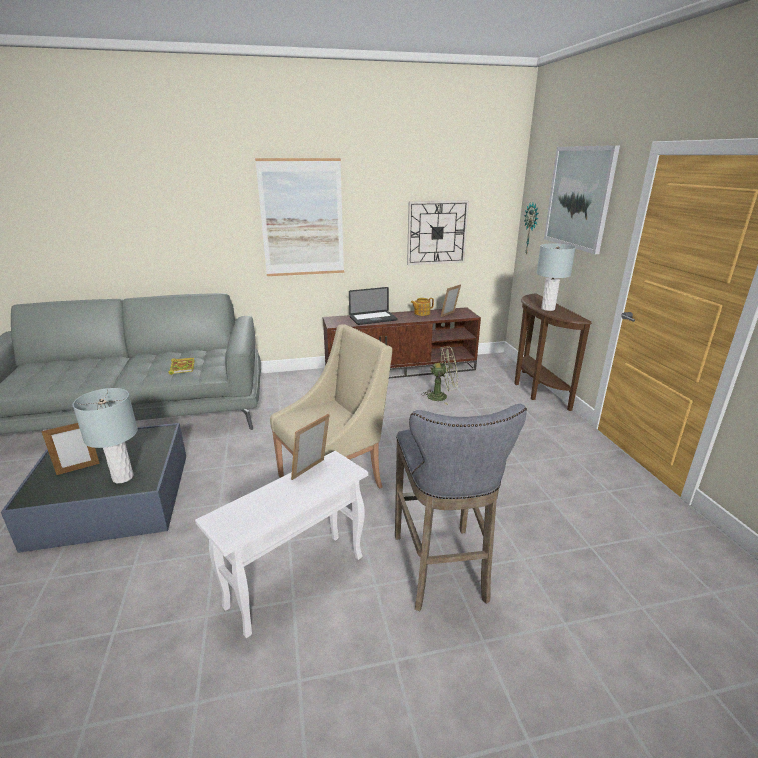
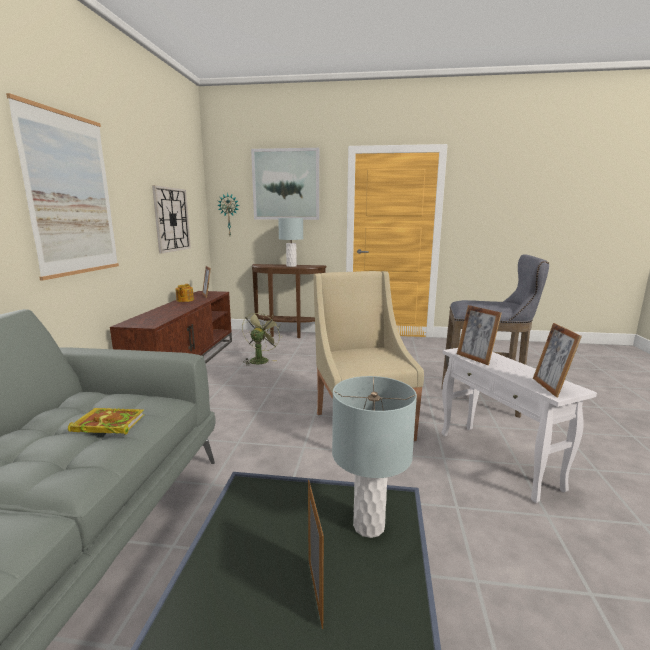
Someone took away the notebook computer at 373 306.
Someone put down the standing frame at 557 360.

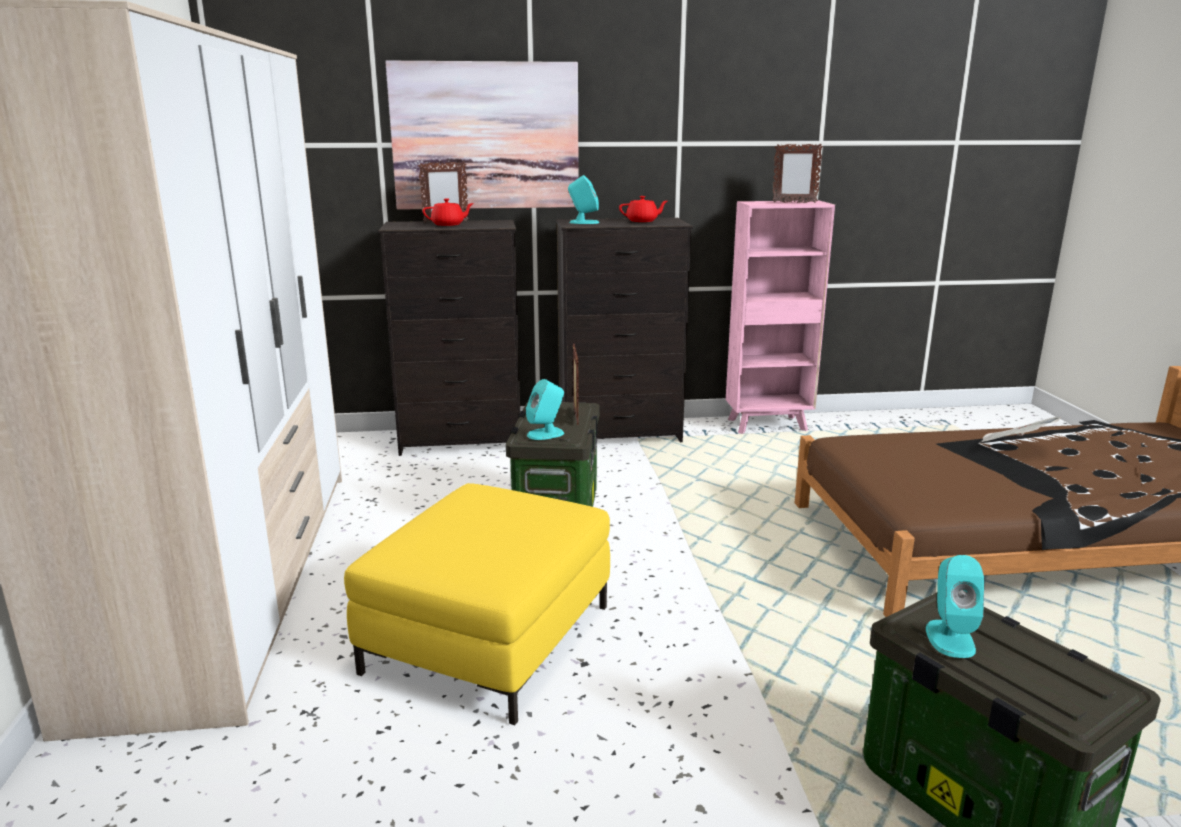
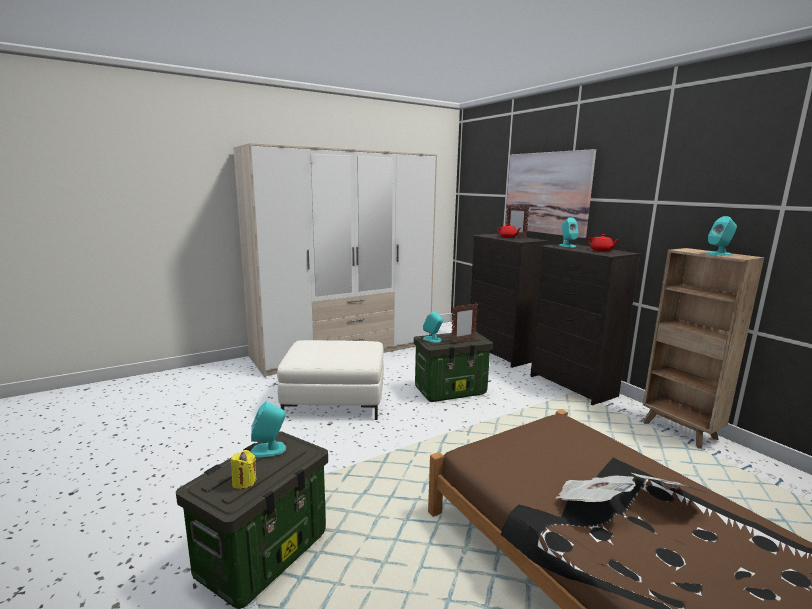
Someone repainted the yellow-coloured ottoman at 477 604, which became the whitish ottoman at 330 380.
Someone repainted the pink bookcase at 780 317, which became the brown-coloured bookcase at 703 348.
Someone swapped the standing frame at 797 173 for the blue-green audio speaker at 721 236.
Someone put down the yellow-coloured candle at 243 469.
Someone put down the newspaper at 595 488.

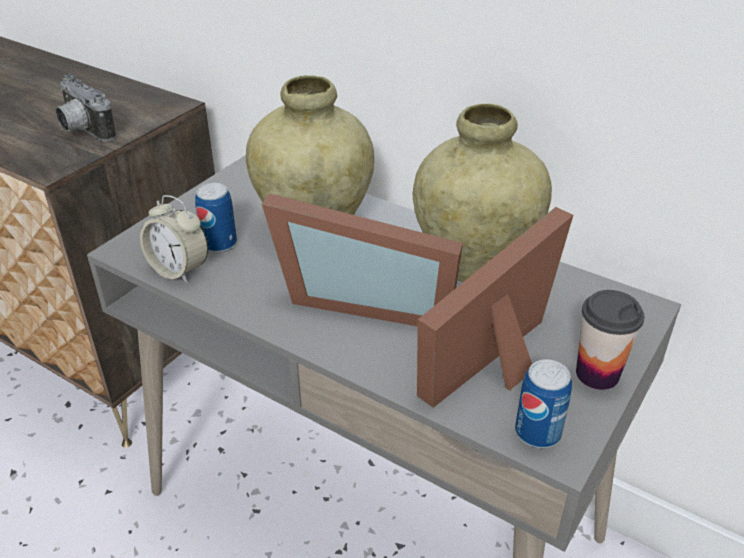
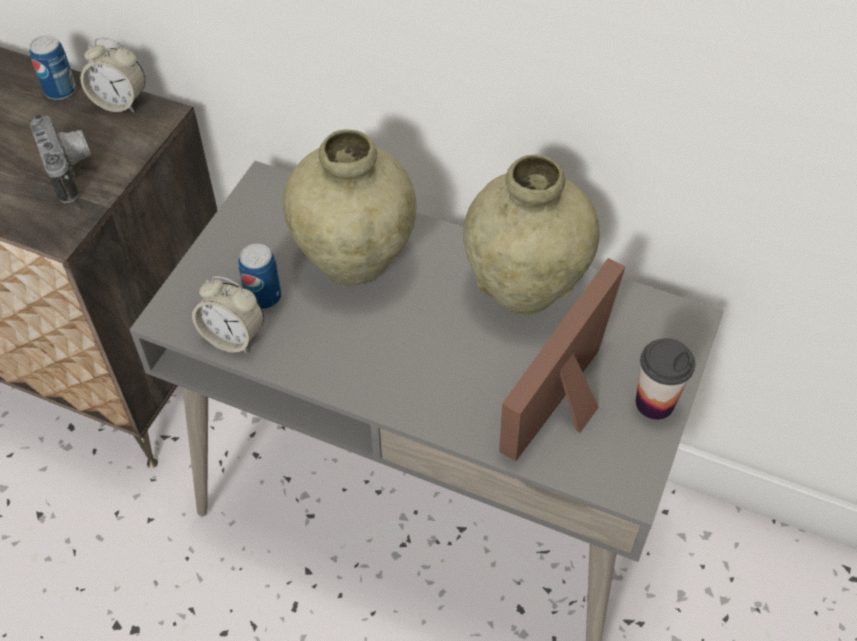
Someone rotated the photo camera at 86 108 by 150 degrees counterclockwise.
Someone took away the standing frame at 362 259.
Someone carried the metal can from 543 403 to 52 67.
Someone put down the bedside clock at 112 75.

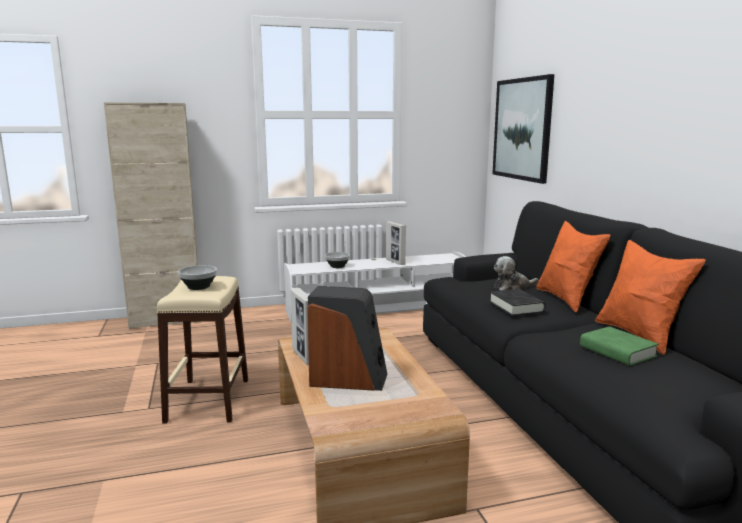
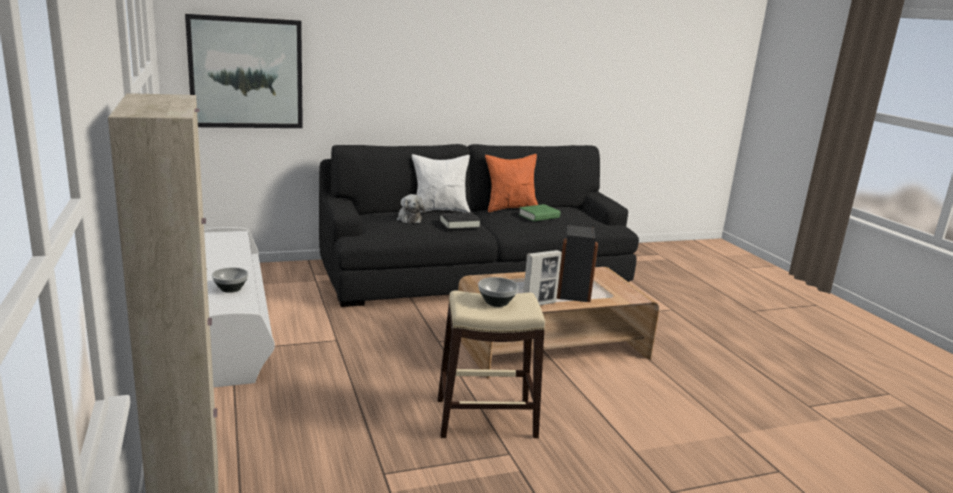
Someone took away the standing frame at 396 243.
Someone repainted the orange pillow at 573 267, which became the whitish pillow at 441 183.

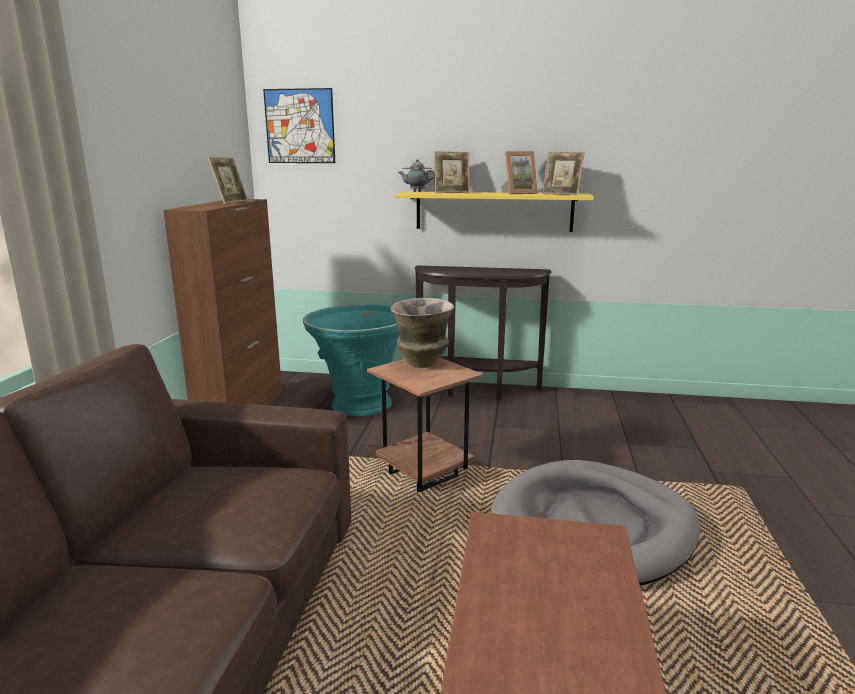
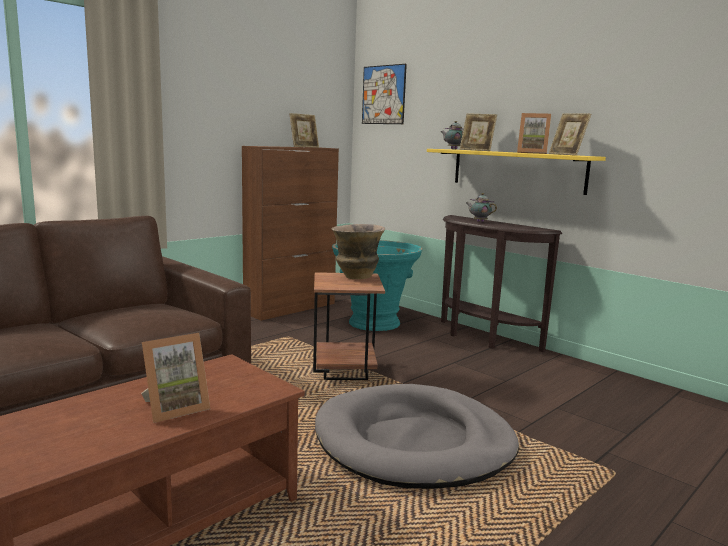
Someone put down the standing frame at 175 378.
Someone put down the teapot at 481 207.

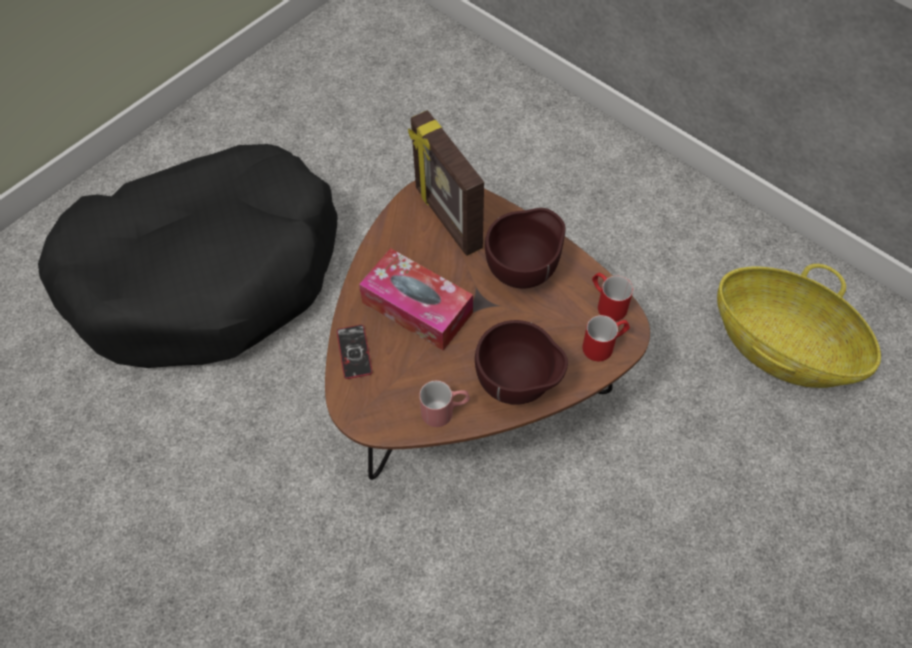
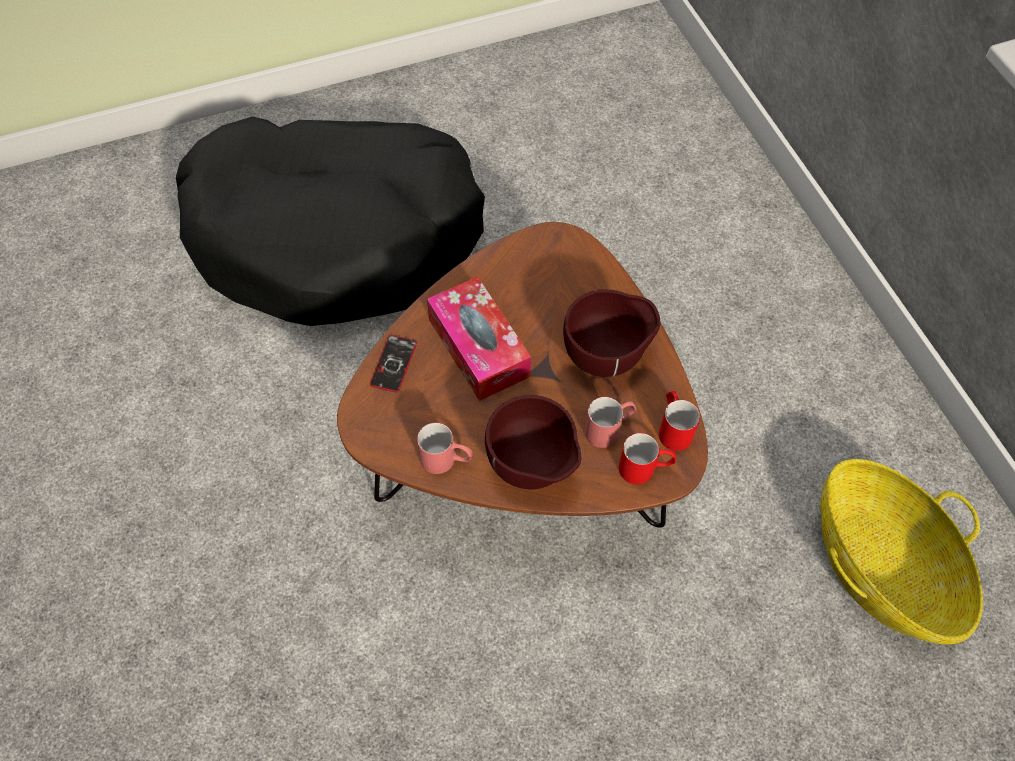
Someone took away the standing frame at 446 183.
Someone put down the reddish mug at 610 422.

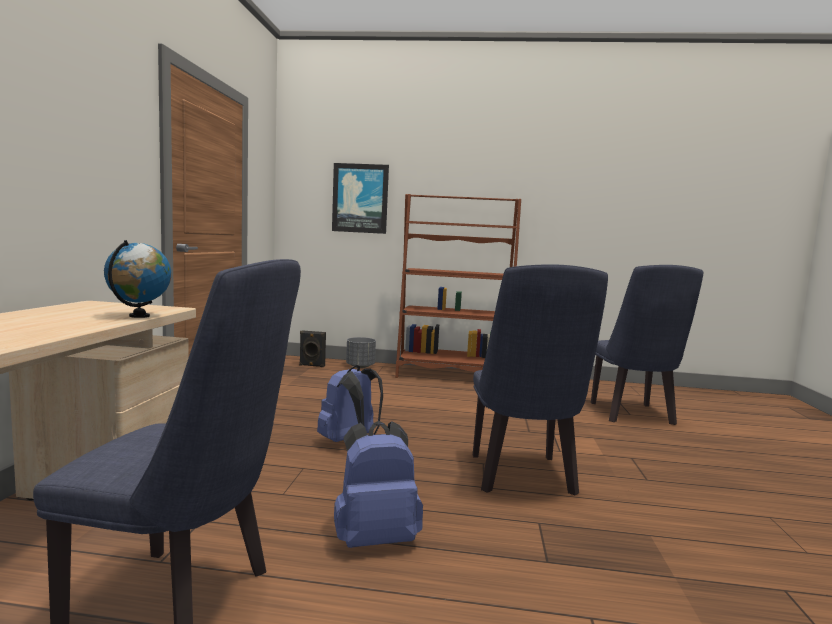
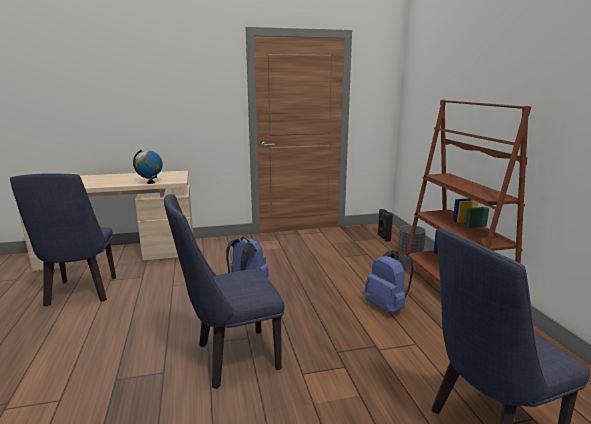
Someone took away the wall art at 360 198.
Someone carried the bluish rucksack from 378 484 to 389 281.

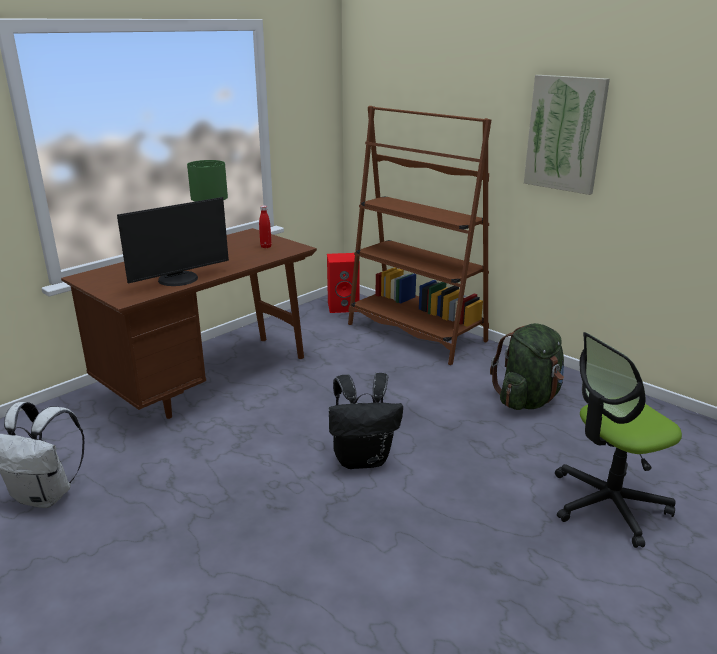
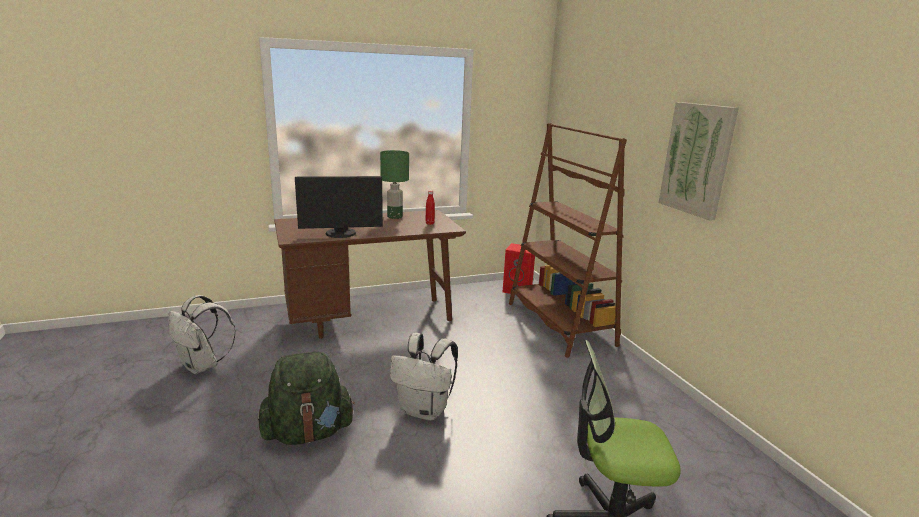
Someone repainted the black-coloured rucksack at 366 421, which became the whitish rucksack at 424 376.
Someone carried the greenish rucksack from 527 366 to 306 398.

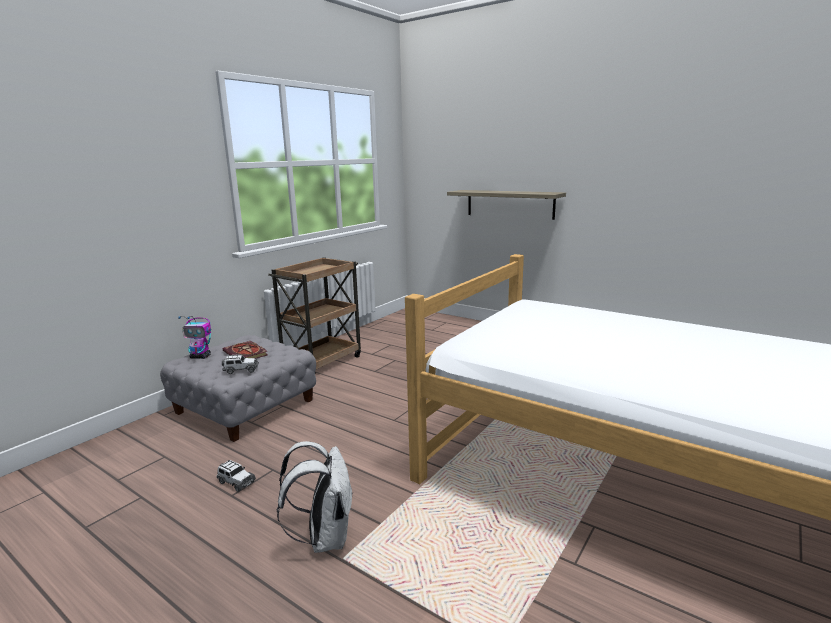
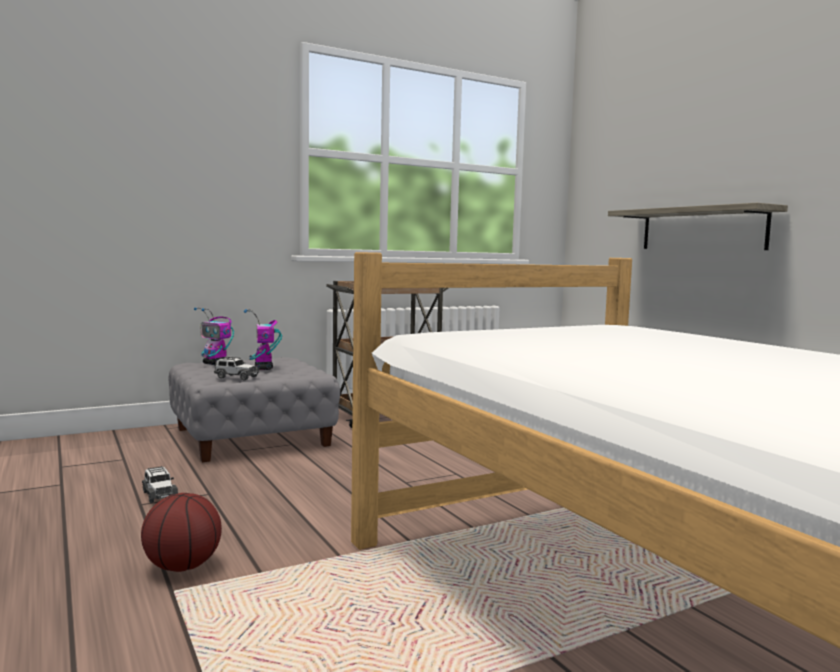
Someone swapped the bound book at 245 349 for the robot figure at 263 339.
Someone swapped the whitish rucksack at 315 497 for the ball for basketball at 181 532.

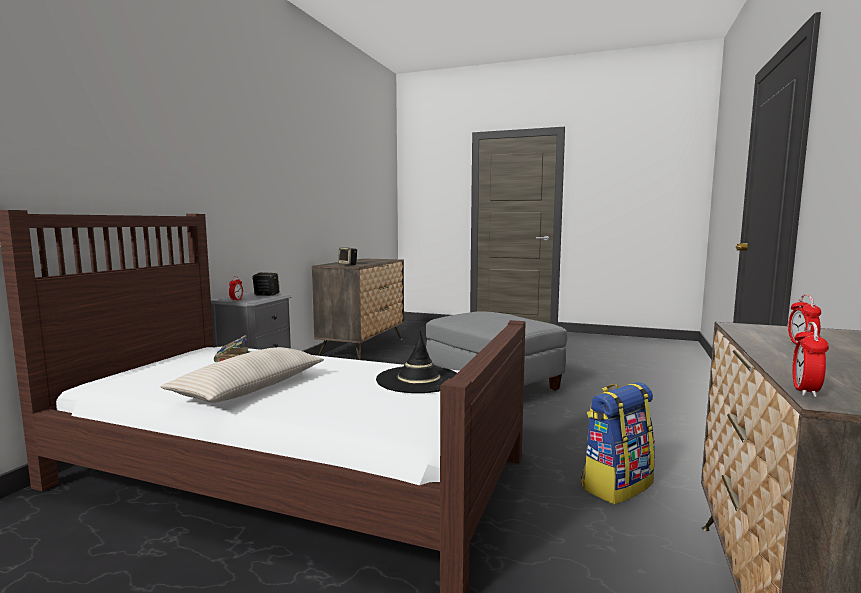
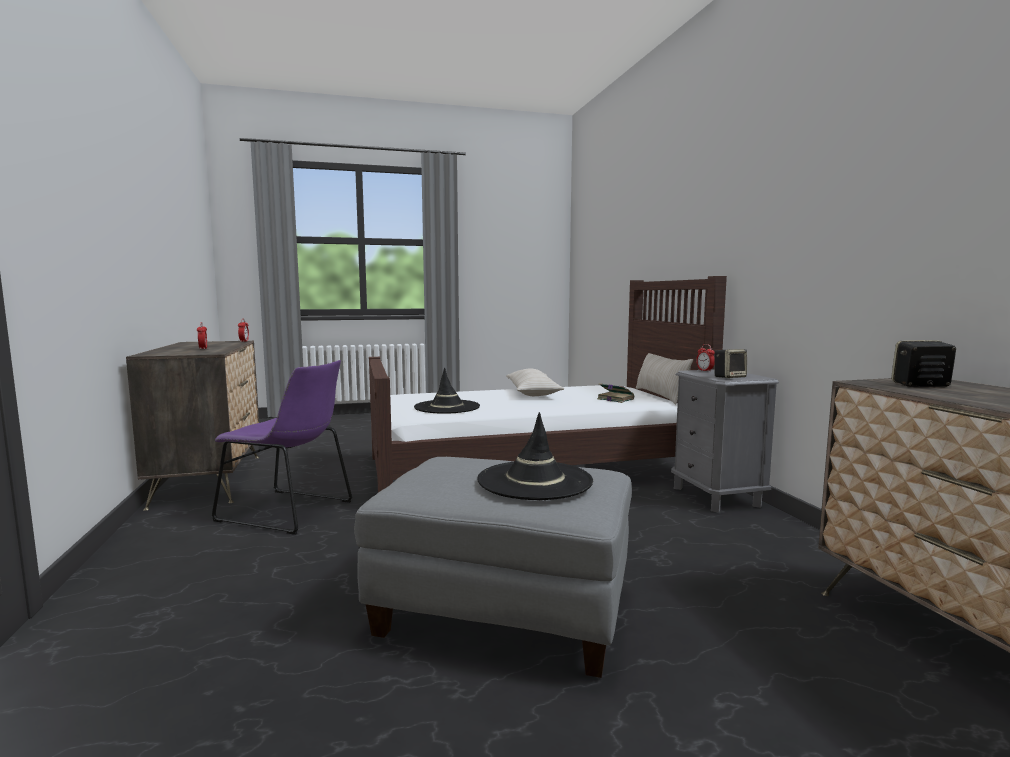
Someone swapped the rucksack at 618 443 for the purple-coloured plain chair at 281 447.
Someone put down the black-coloured hat at 535 456.
Someone put down the sand-coloured pillow at 664 378.

